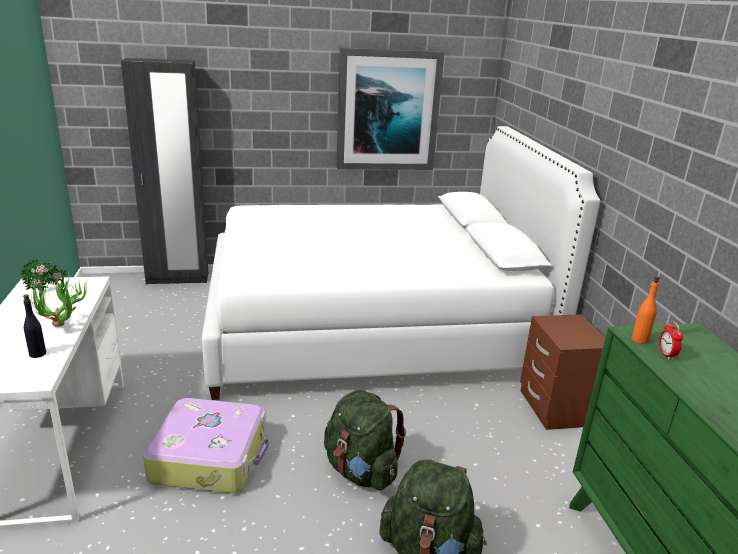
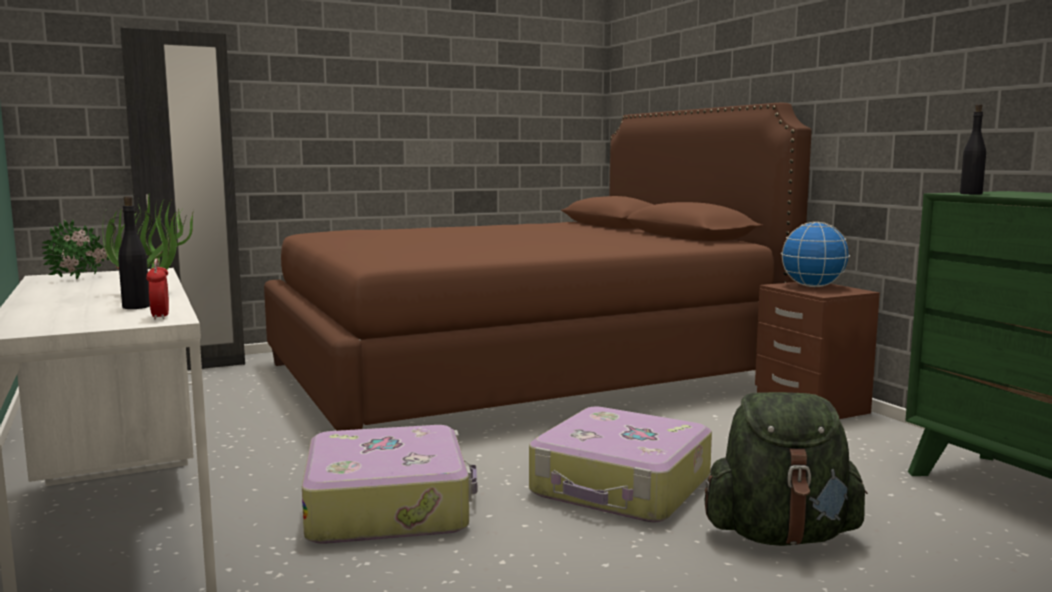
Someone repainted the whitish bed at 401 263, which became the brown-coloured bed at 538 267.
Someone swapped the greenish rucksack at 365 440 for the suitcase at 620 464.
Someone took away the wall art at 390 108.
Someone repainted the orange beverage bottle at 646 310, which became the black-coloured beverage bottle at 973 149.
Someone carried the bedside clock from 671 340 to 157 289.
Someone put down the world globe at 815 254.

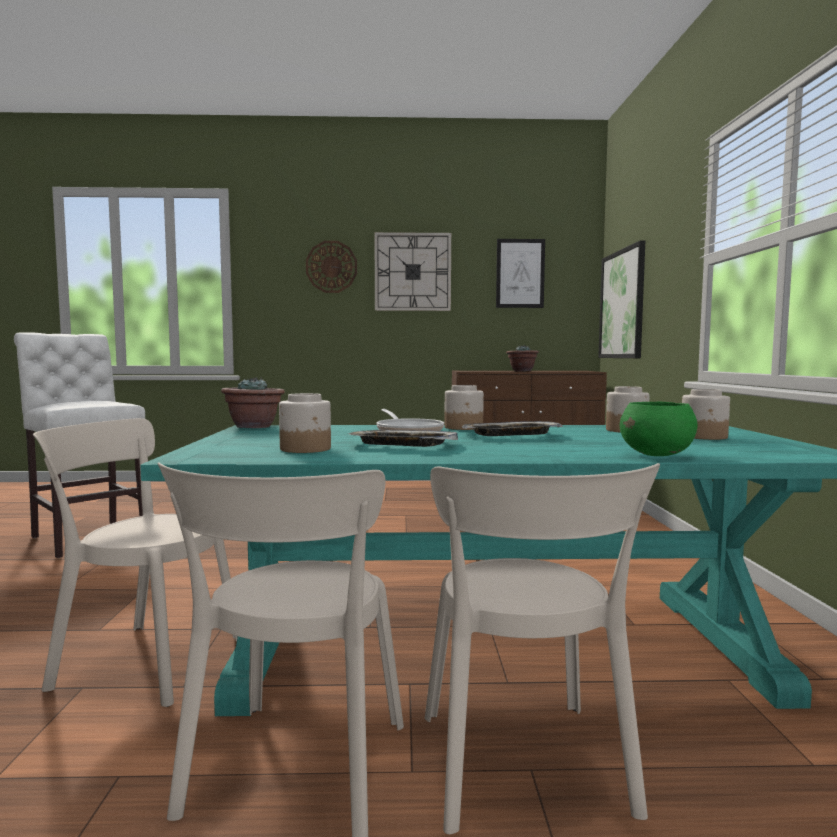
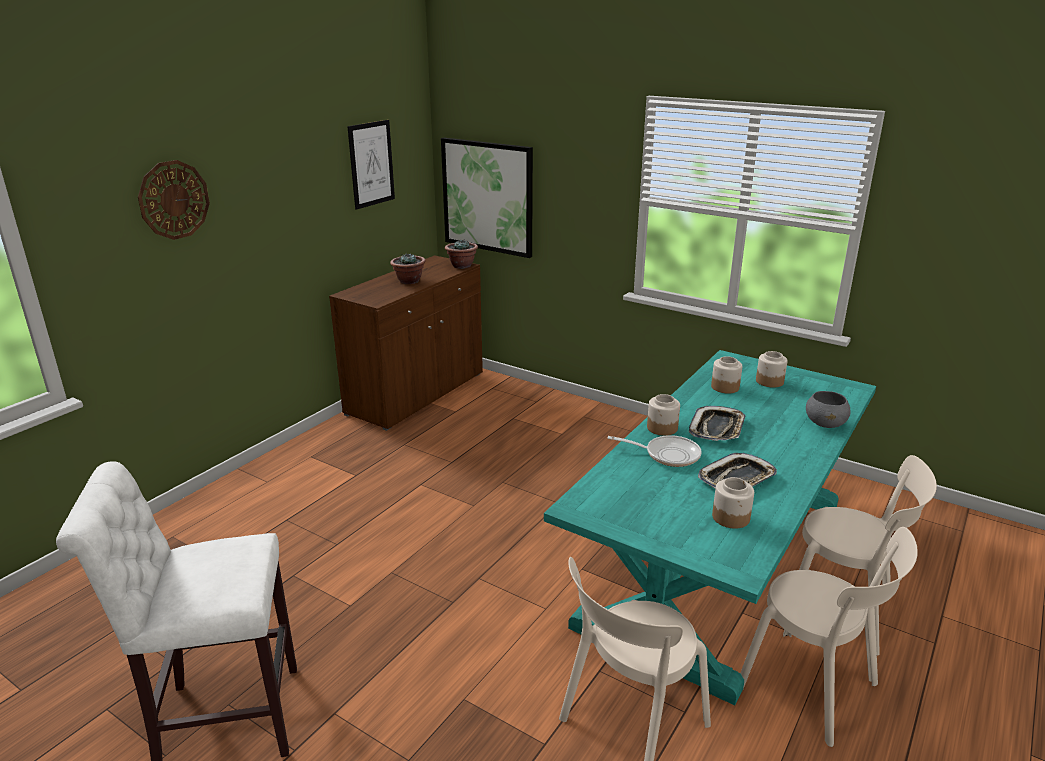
Someone carried the houseplant from 253 402 to 461 254.
Someone took away the hanging clock at 412 271.
Someone repainted the greenish serving bowl at 659 428, which became the gray serving bowl at 828 409.

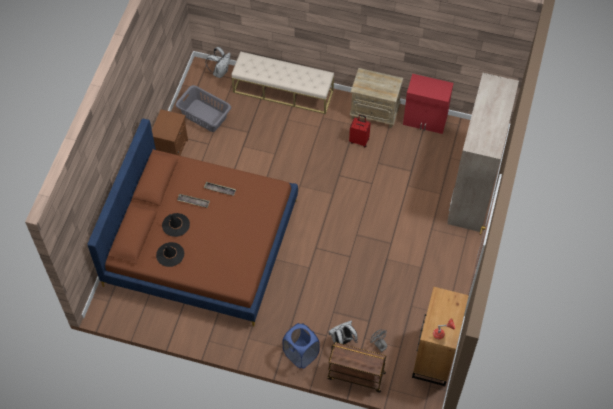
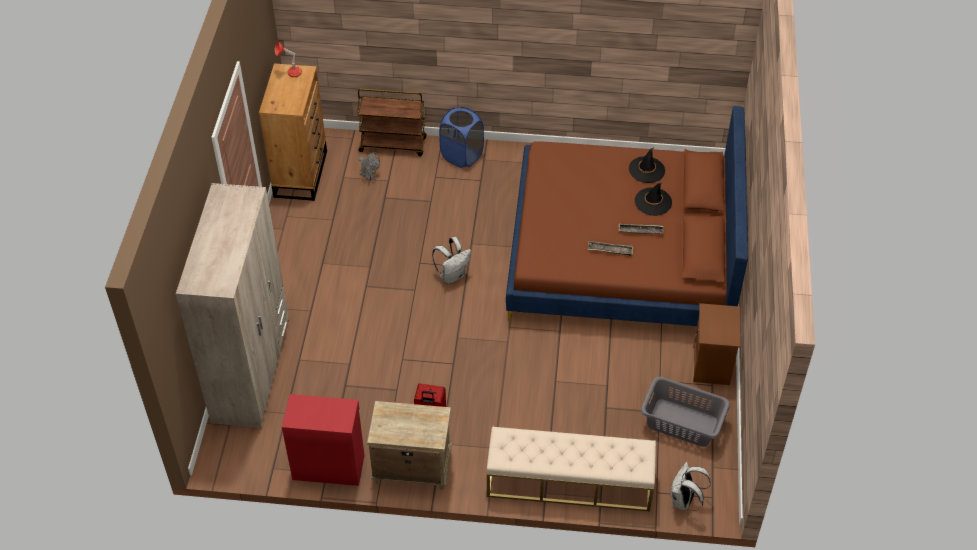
Someone carried the whitish rucksack from 343 332 to 451 260.

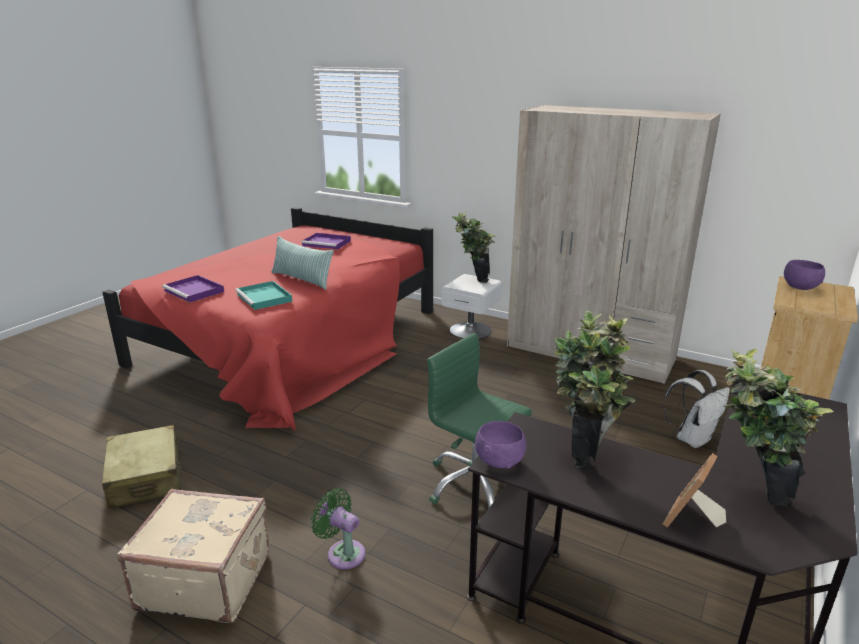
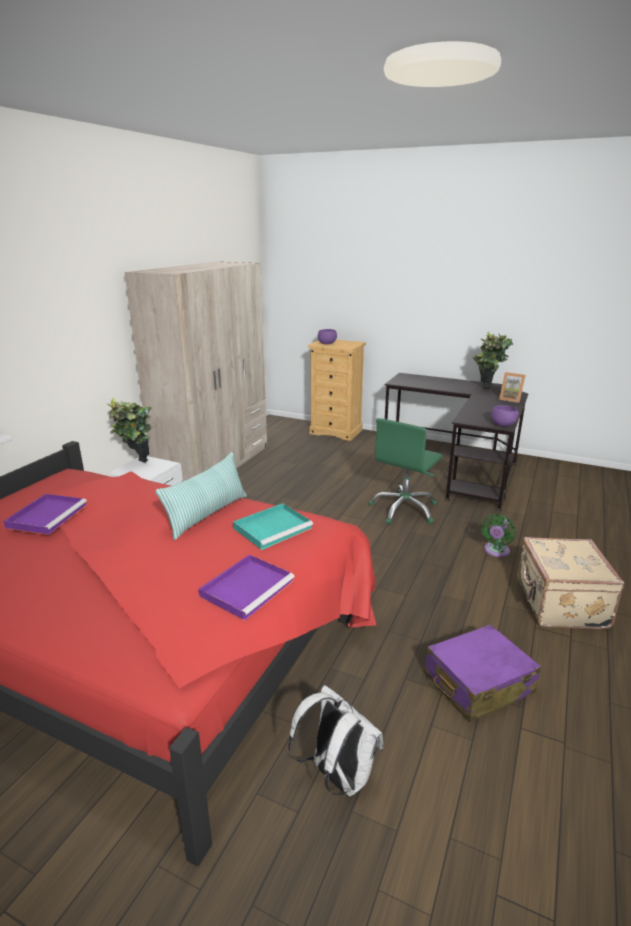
Someone repainted the sand-coloured suitcase at 141 467, which became the purple-coloured suitcase at 482 673.
Someone took away the houseplant at 594 391.
Someone carried the whitish rucksack from 696 409 to 335 740.

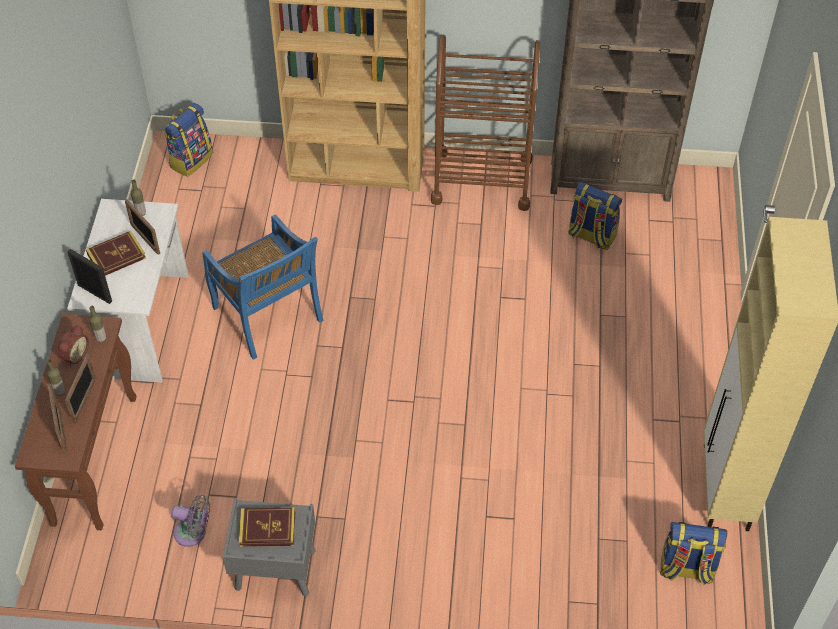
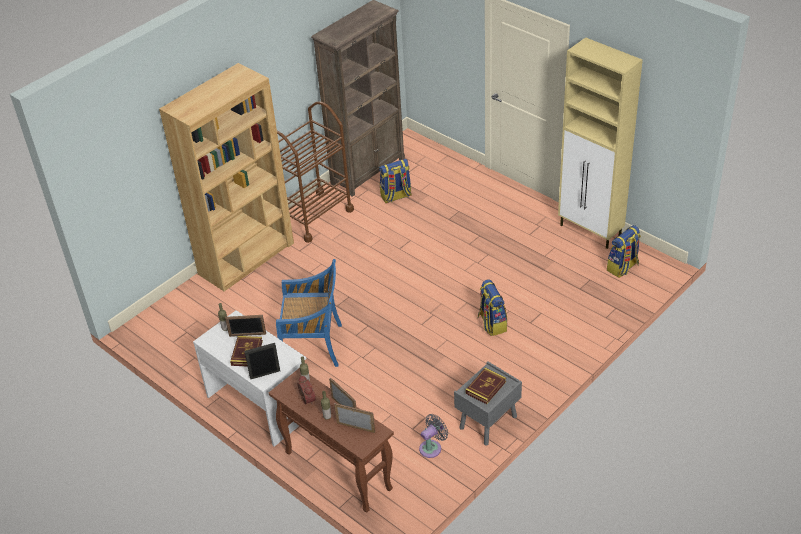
Someone carried the rucksack from 188 140 to 492 307.

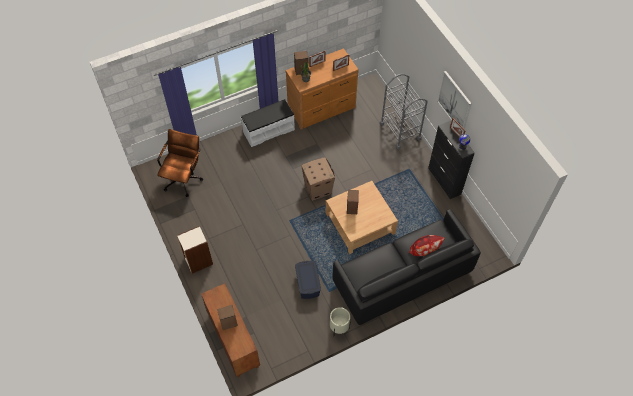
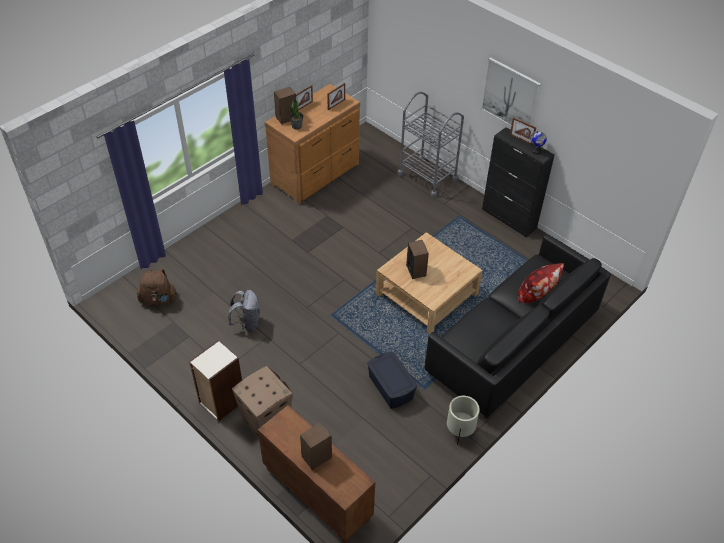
Someone swapped the brown-coloured computer chair at 180 163 for the brown-coloured rucksack at 157 287.
Someone took away the whitish indoor bench at 268 123.
Someone carried the packing box from 318 179 to 262 402.
Someone put down the gray rucksack at 244 311.

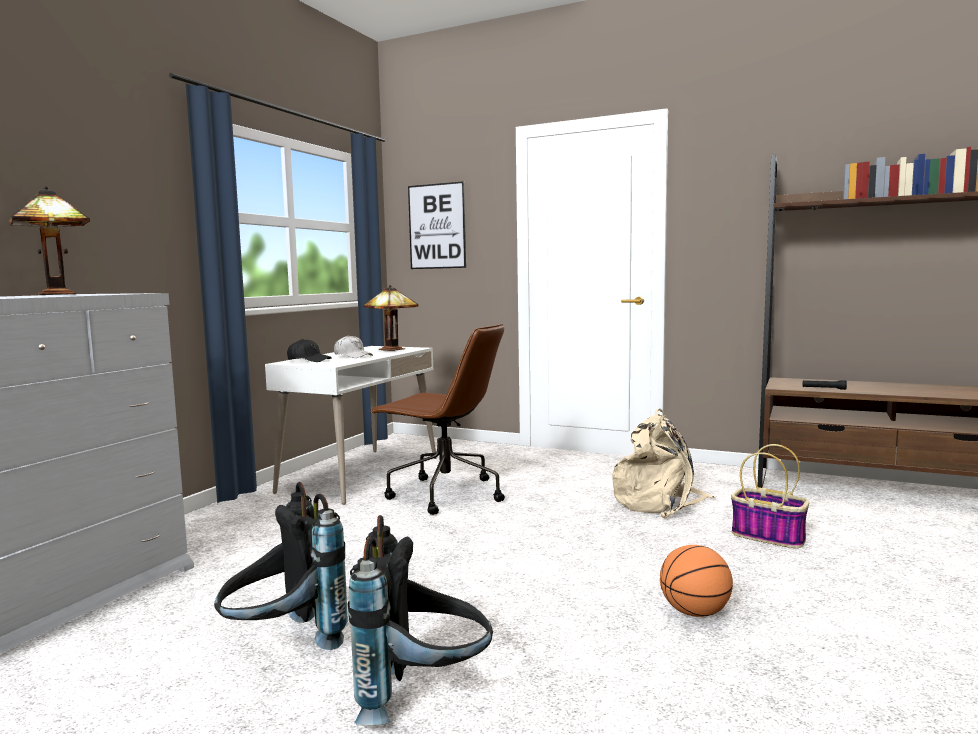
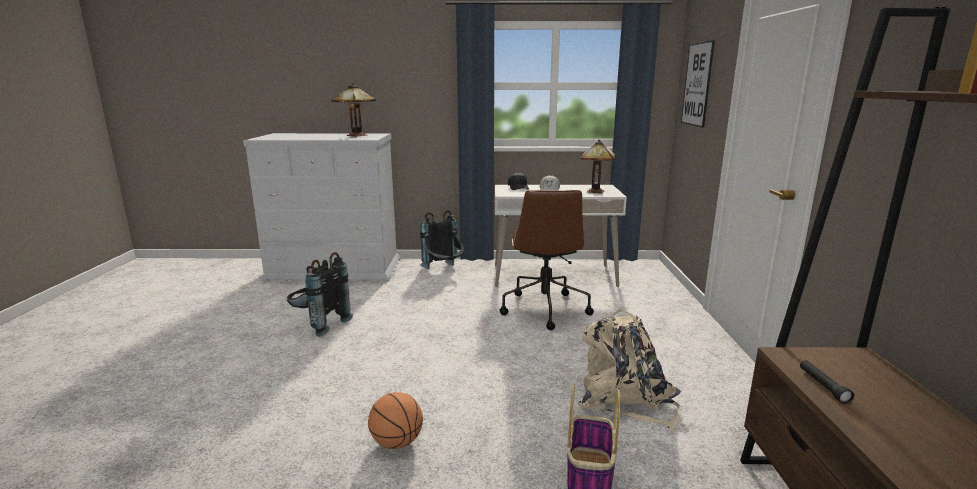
Someone carried the black-coloured rucksack from 420 620 to 442 239.

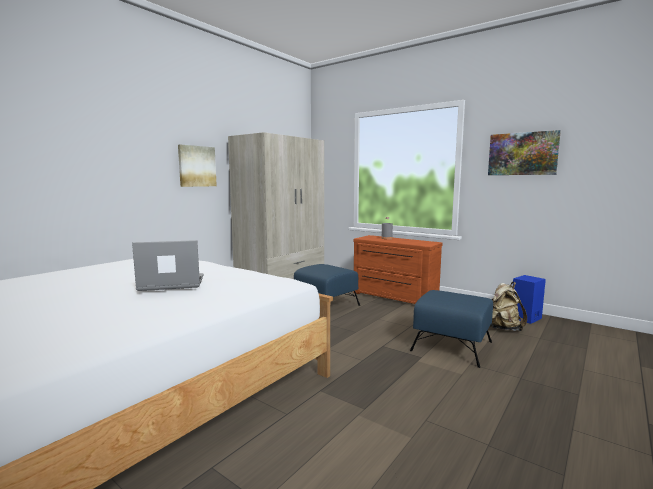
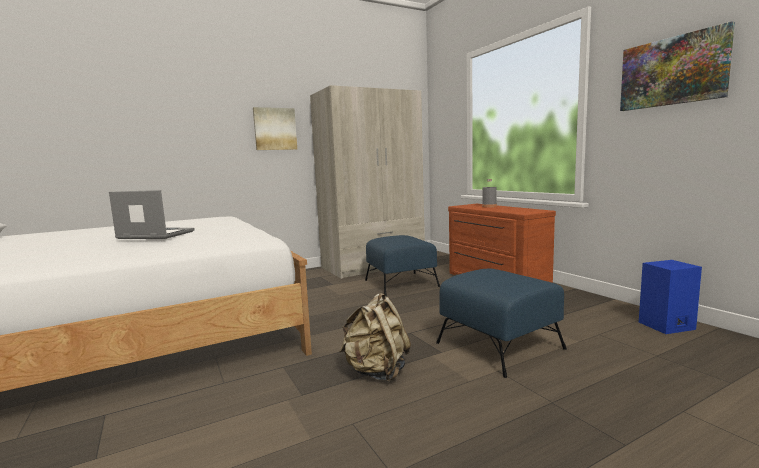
Someone carried the sand-coloured rucksack from 508 306 to 375 337.

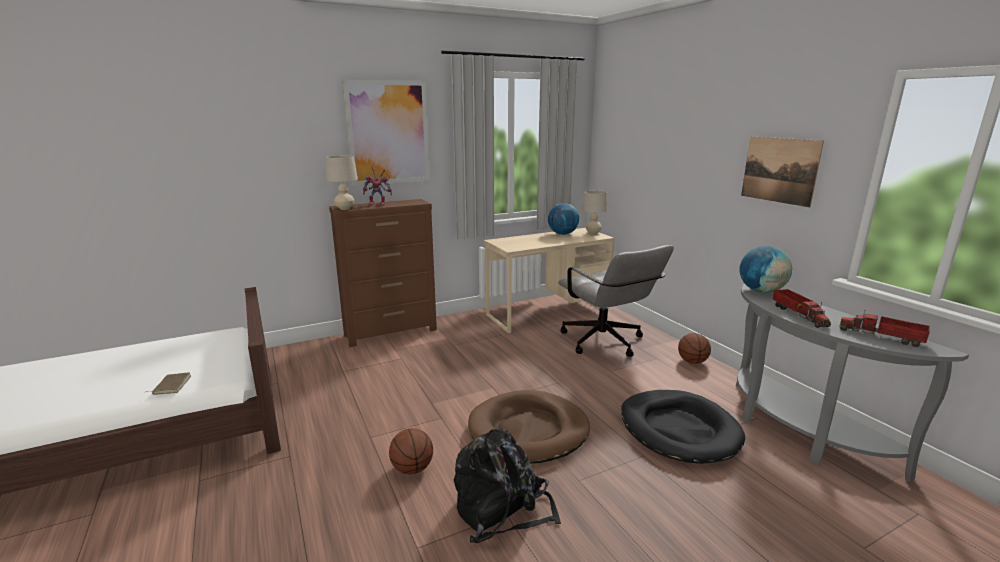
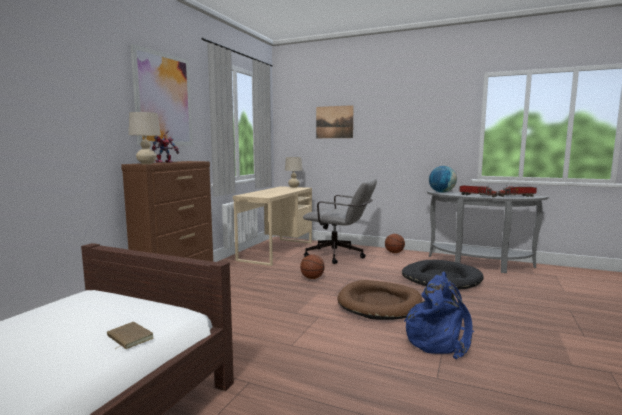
Someone carried the ball for basketball from 411 451 to 312 266.
Someone repainted the black-coloured rucksack at 507 485, which became the bluish rucksack at 439 315.
Someone took away the world globe at 563 219.
Someone carried the wall art from 782 172 to 335 121.

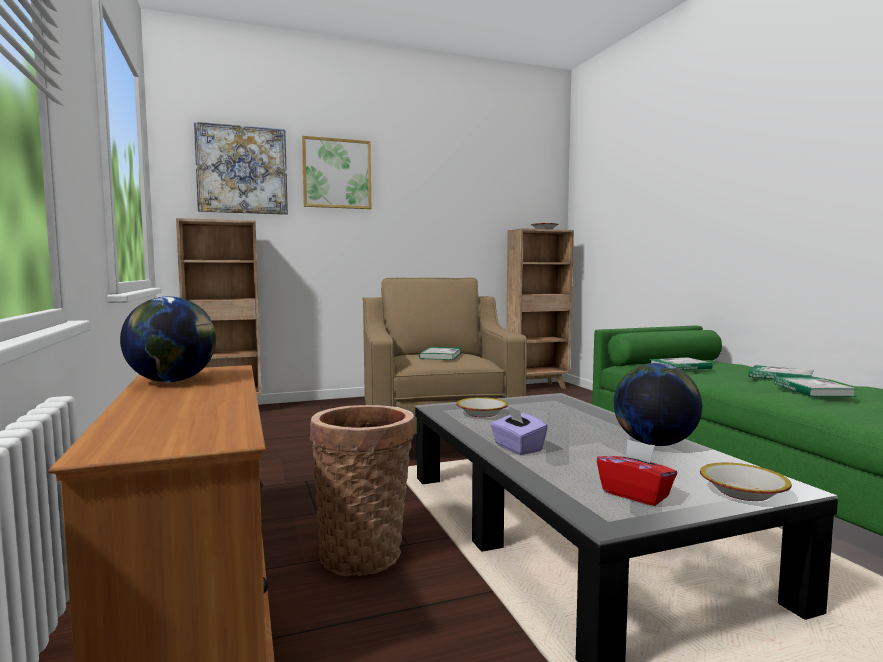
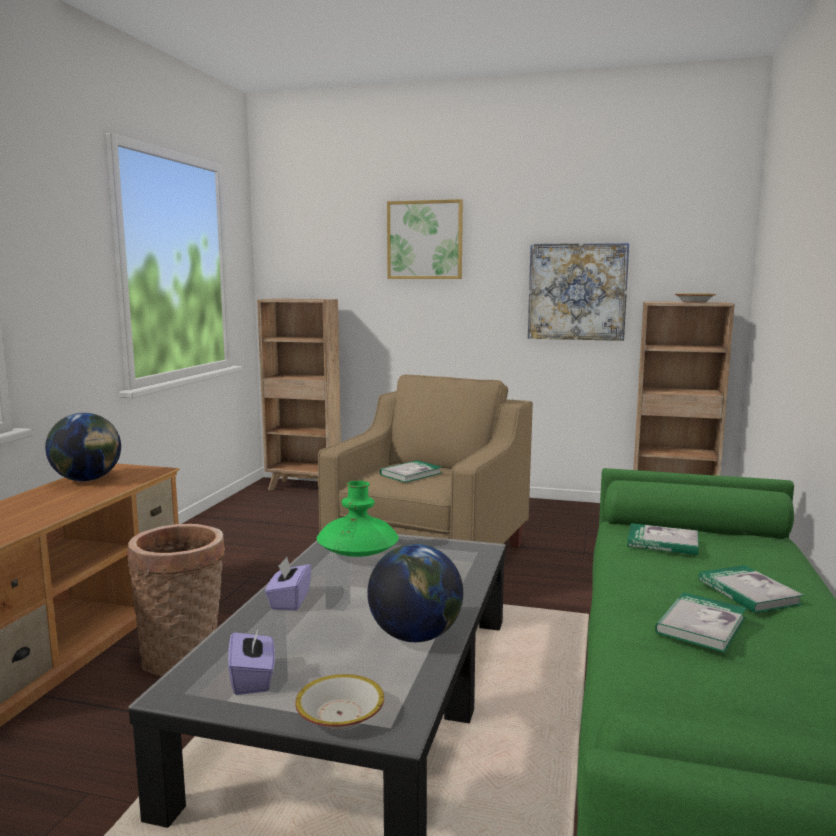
Someone carried the wall art from 241 168 to 578 292.
Someone swapped the serving bowl at 482 407 for the greenish flower vase at 358 518.
Someone repainted the reddish tissue holder at 637 472, which became the purple-coloured tissue holder at 251 662.

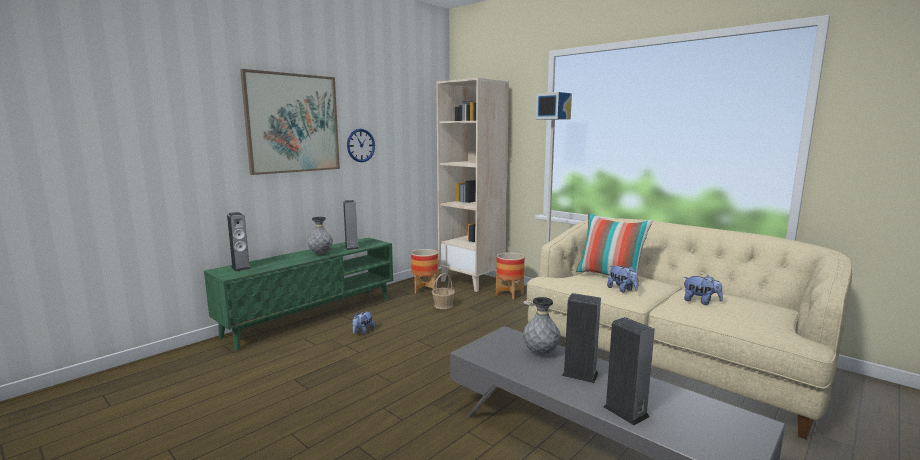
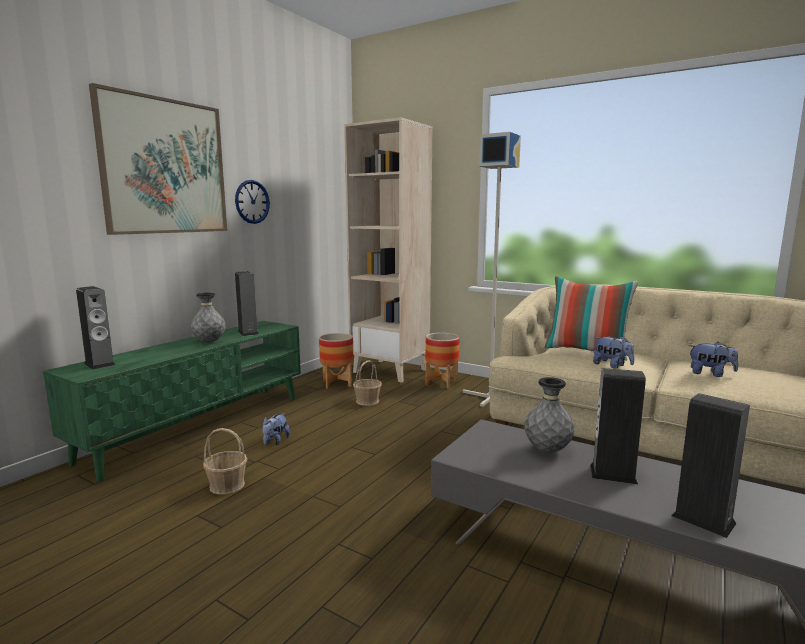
Someone put down the household basket at 225 461.

